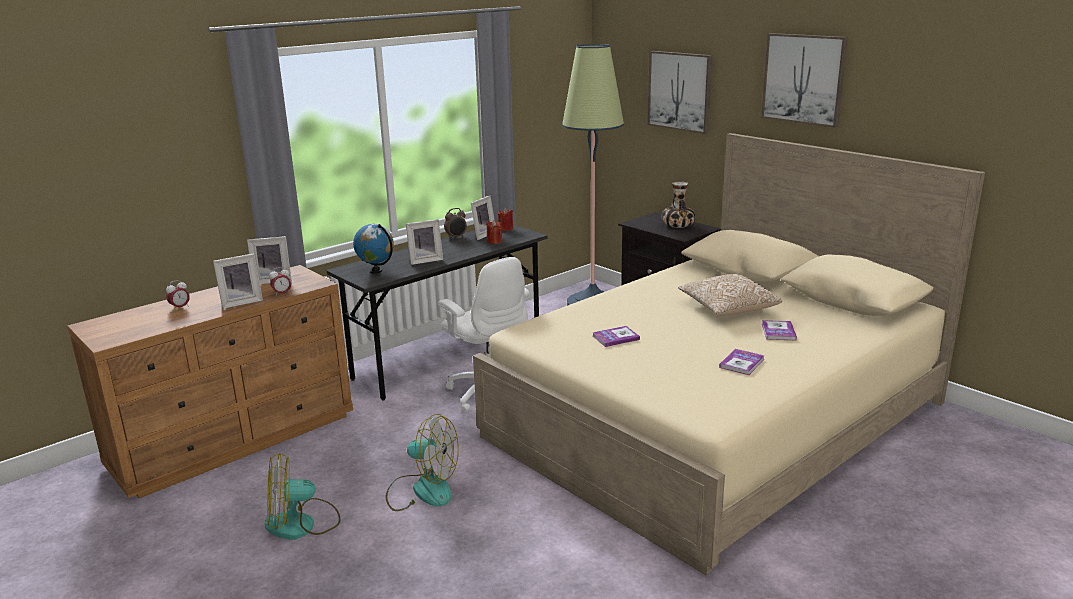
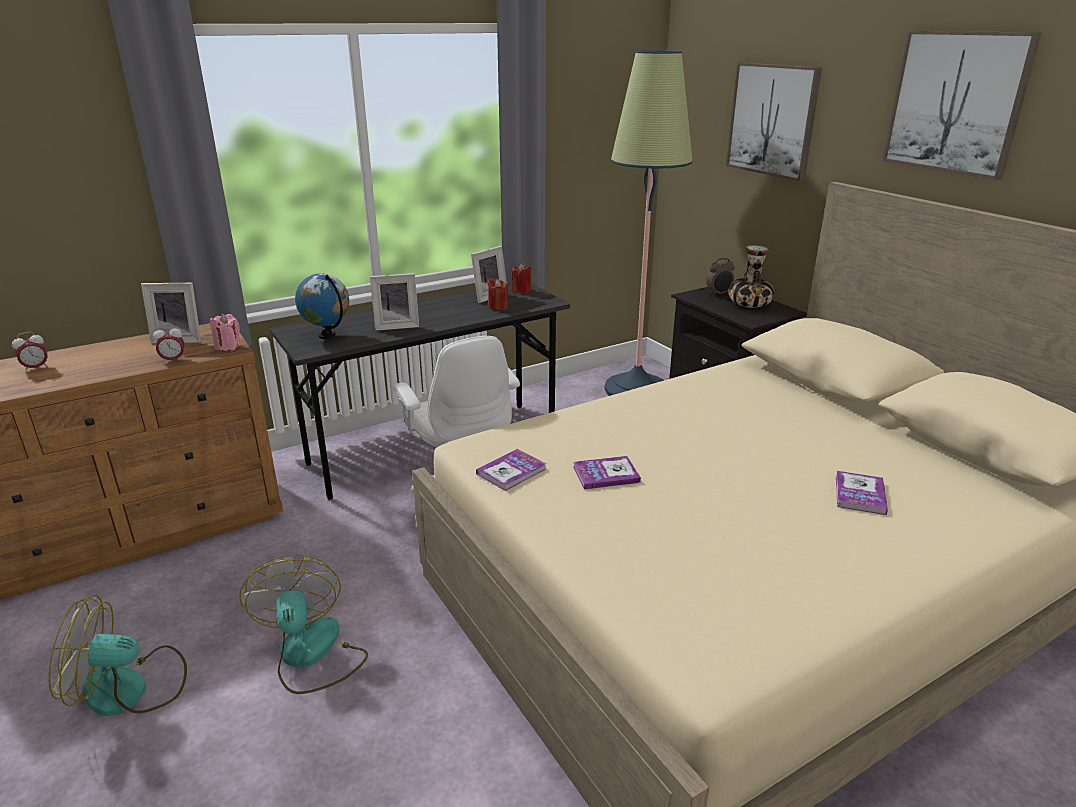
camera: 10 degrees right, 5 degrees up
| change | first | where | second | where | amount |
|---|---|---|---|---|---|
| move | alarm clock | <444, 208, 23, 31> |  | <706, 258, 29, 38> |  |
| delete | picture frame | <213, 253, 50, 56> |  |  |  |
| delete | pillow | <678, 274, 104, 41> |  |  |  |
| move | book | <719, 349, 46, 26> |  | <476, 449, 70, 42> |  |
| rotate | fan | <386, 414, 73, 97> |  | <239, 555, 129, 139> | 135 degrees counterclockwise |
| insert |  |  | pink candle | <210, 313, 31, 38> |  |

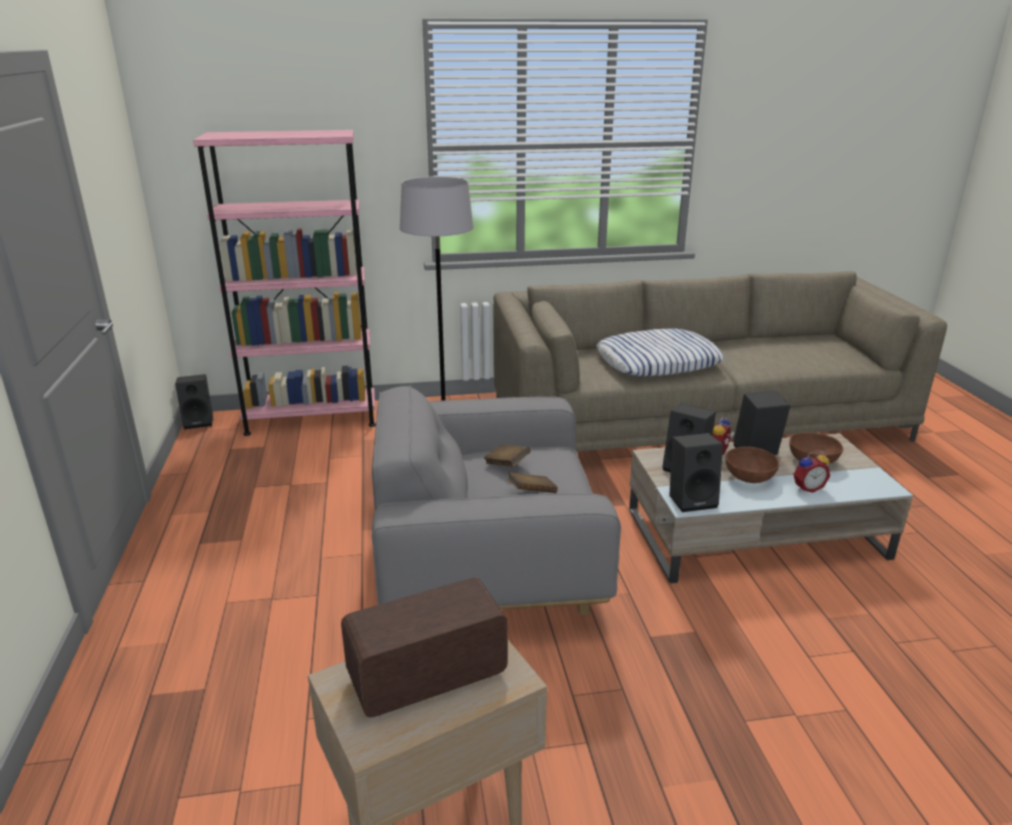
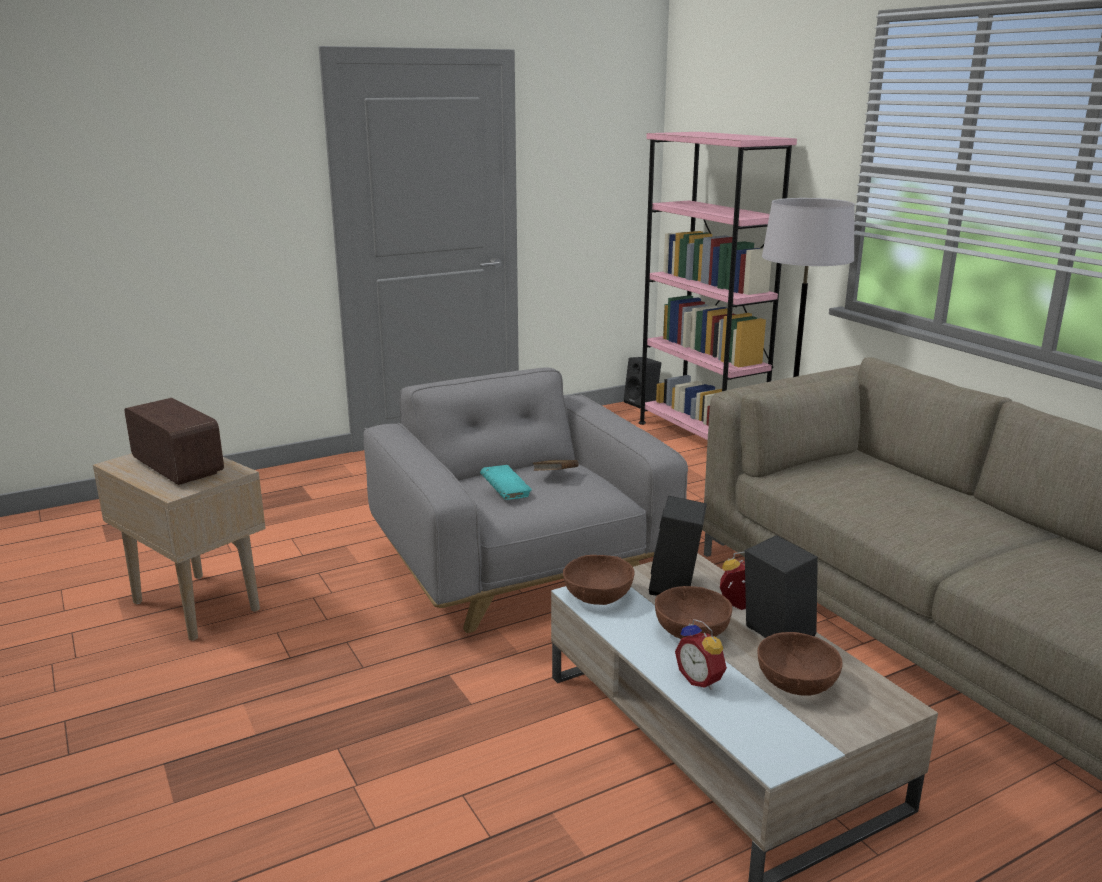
camera: 70 degrees right, 5 degrees down
| change | first | where | second | where | amount |
|---|---|---|---|---|---|
| delete | pillow | <597, 328, 127, 49> |  |  |  |
| replace | black speaker | <669, 433, 54, 79> | brown bowl | <563, 555, 72, 50> |  |
| recolor | brown book | <507, 472, 51, 21> | turquoise book | <480, 465, 52, 35> |  |

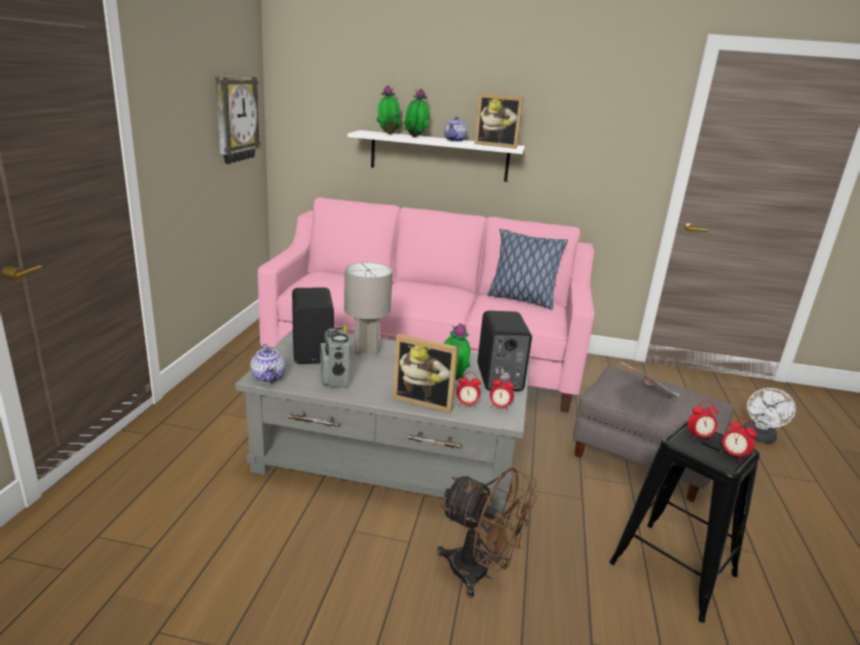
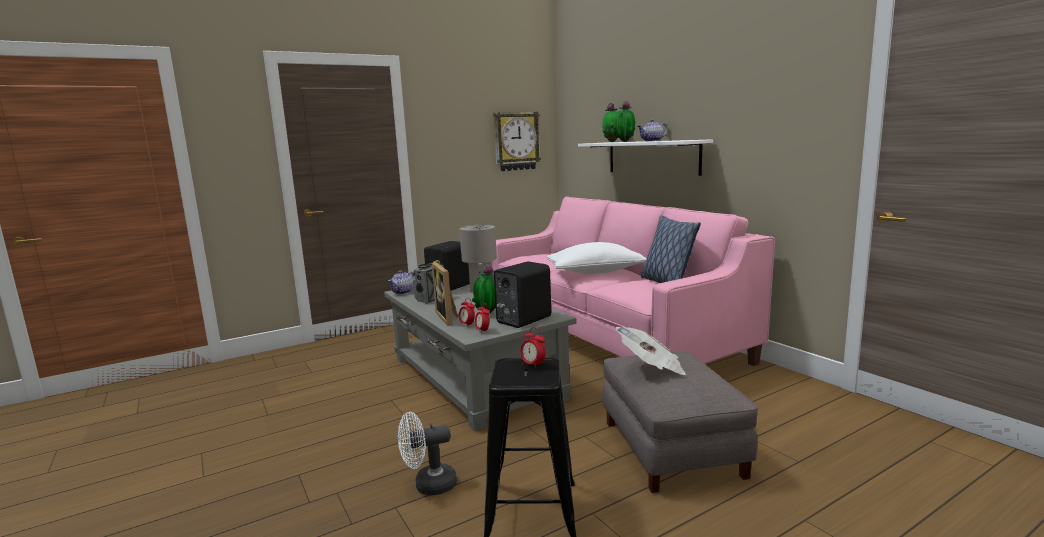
camera: 50 degrees right, 10 degrees down
| change | first | where | second | where | amount |
|---|---|---|---|---|---|
| delete | picture frame | <474, 93, 49, 56> |  |  |  |
| move | white fan | <743, 388, 53, 56> |  | <398, 412, 59, 84> |  |
| delete | alarm clock | <721, 418, 36, 44> |  |  |  |
| delete | brown fan | <437, 467, 100, 131> |  |  |  |
| insert |  |  | white pillow | <546, 242, 101, 32> |  |

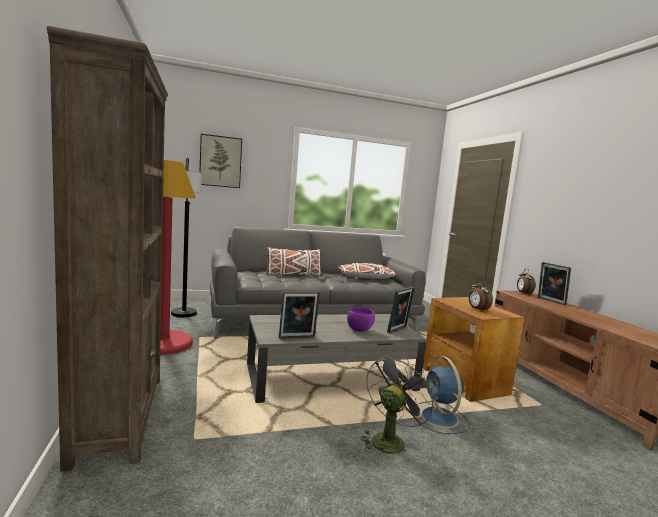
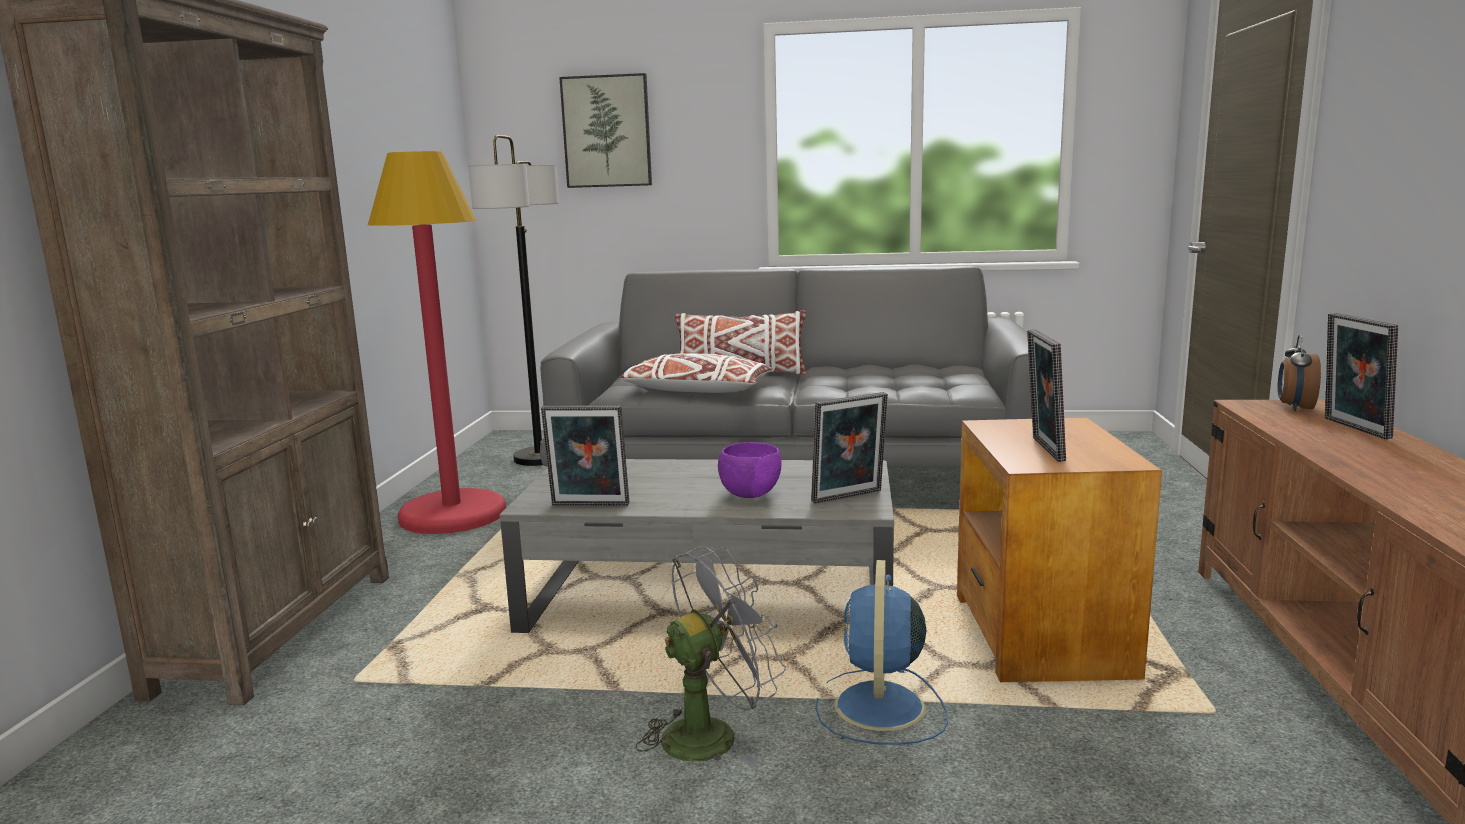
camera: 25 degrees right, 5 degrees up
| change | first | where | second | where | amount |
|---|---|---|---|---|---|
| move | white pillow | <337, 263, 60, 16> |  | <620, 353, 153, 40> |  |
| replace | alarm clock | <469, 279, 24, 33> | picture frame | <1027, 329, 39, 133> |  |

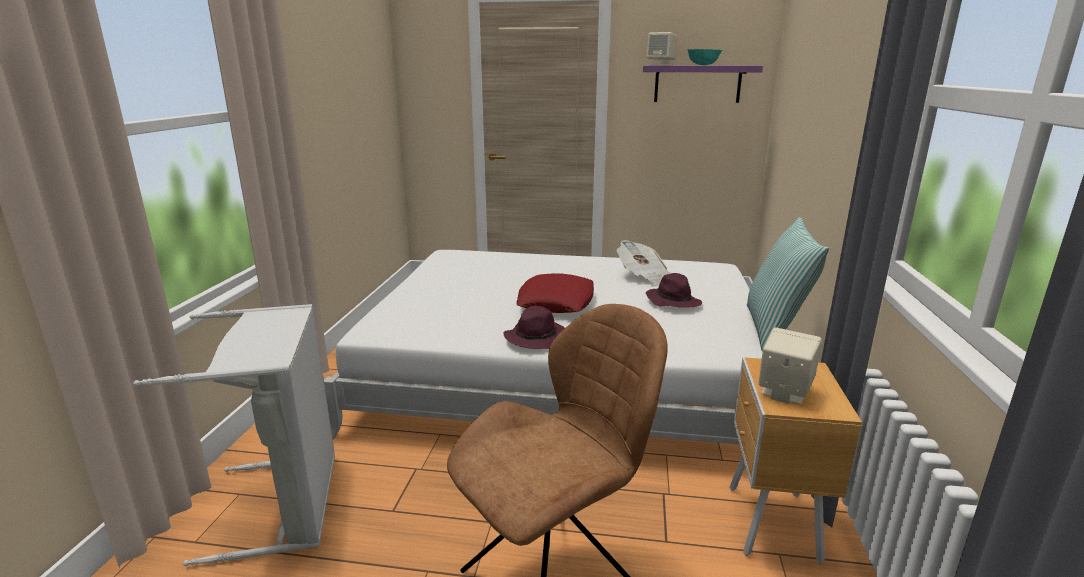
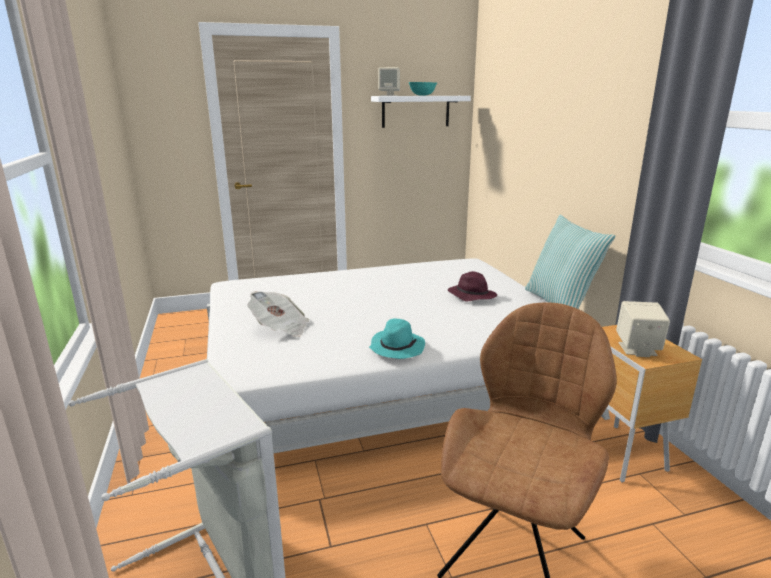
camera: 25 degrees left, 0 degrees up
| change | first | where | second | where | amount |
|---|---|---|---|---|---|
| recolor | purple shelf | <643, 66, 120, 37> | white shelf | <371, 96, 100, 32> |  |
| move | newspaper | <617, 240, 54, 45> |  | <247, 291, 62, 46> |  |
| delete | red pillow | <517, 273, 77, 40> |  |  |  |
| recolor | purple hat | <503, 306, 62, 43> | turquoise hat | <369, 318, 56, 41> |  |

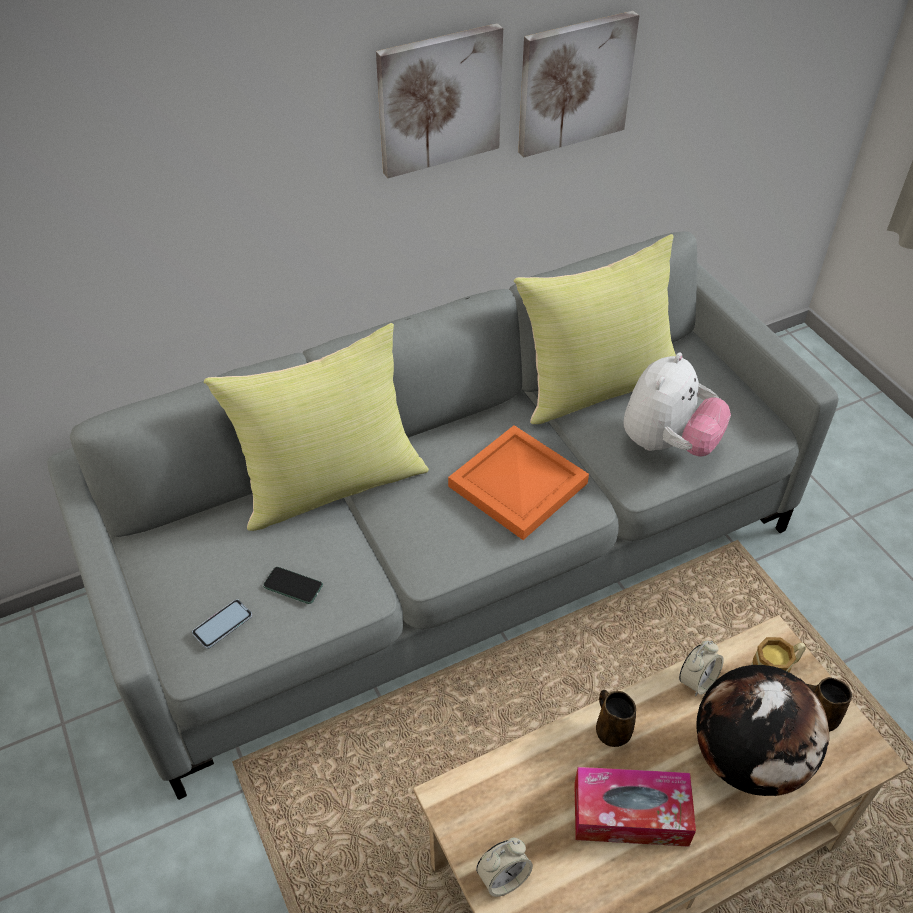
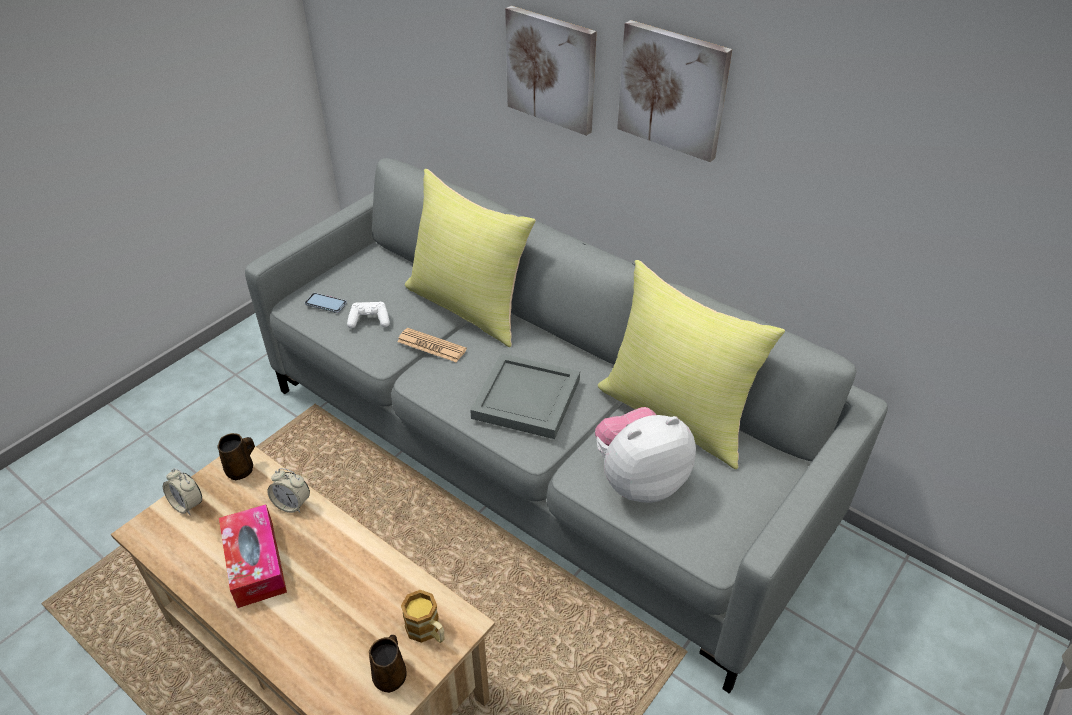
camera: 65 degrees right, 5 degrees down
| change | first | where | second | where | amount |
|---|---|---|---|---|---|
| move | picture | <518, 11, 121, 147> |  | <505, 6, 92, 130> |  |
| rotate | plush toy | <624, 352, 107, 104> |  | <595, 407, 101, 96> | 150 degrees clockwise |
| recolor | orange tray | <448, 425, 141, 115> | grey tray | <470, 354, 110, 85> |  |
| replace | phone | <263, 567, 60, 37> | white game controller | <347, 302, 43, 26> |  |
| move | alarm clock | <679, 641, 45, 55> |  | <267, 468, 43, 45> |  |
| delete | globe | <696, 665, 133, 131> |  |  |  |
| move | brown mug | <596, 690, 40, 57> |  | <218, 433, 37, 47> |  |
| insert |  |  | newspaper | <397, 328, 70, 34> |  |

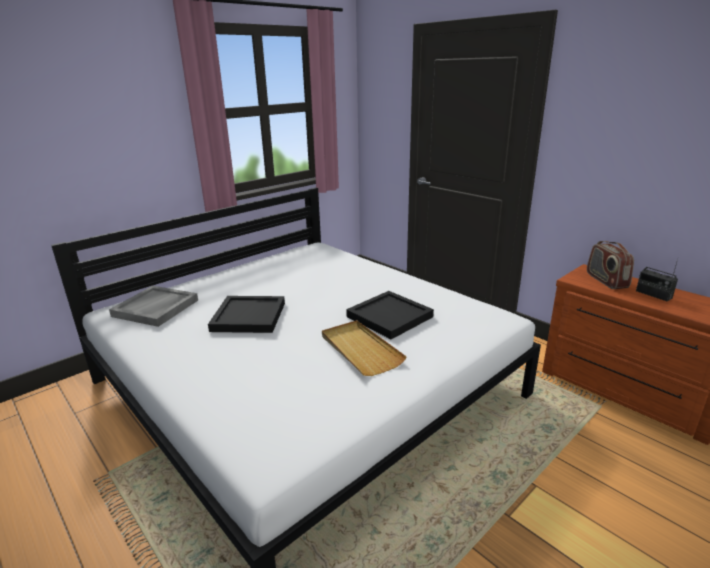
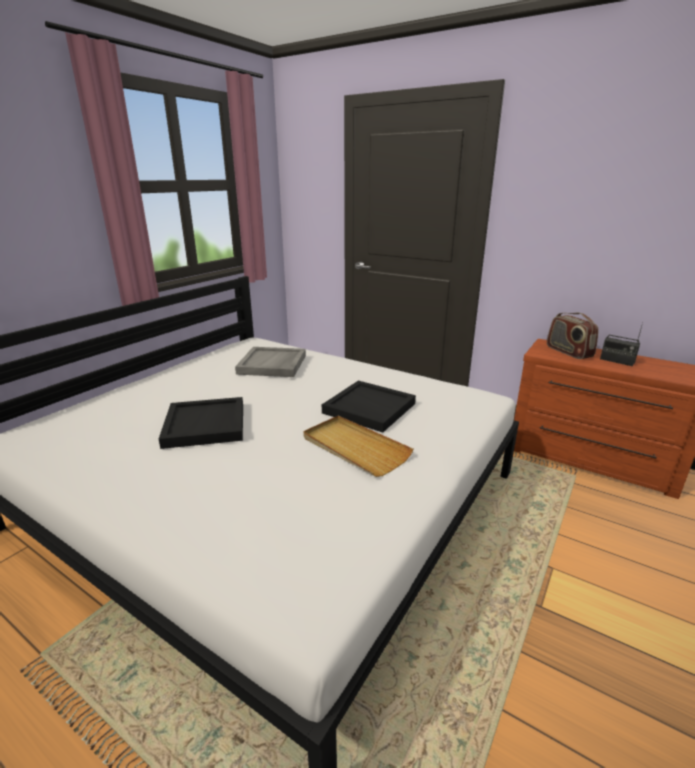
camera: 15 degrees left, 0 degrees up
| change | first | where | second | where | amount |
|---|---|---|---|---|---|
| move | grey tray | <109, 286, 89, 41> |  | <235, 347, 71, 30> |  |

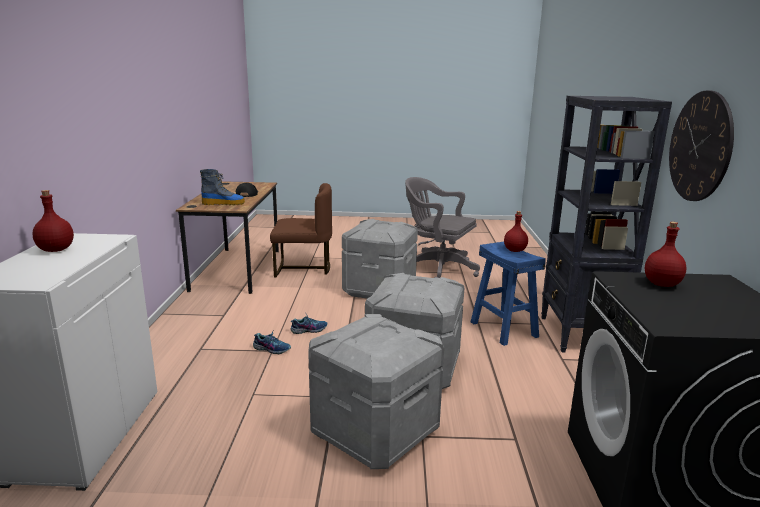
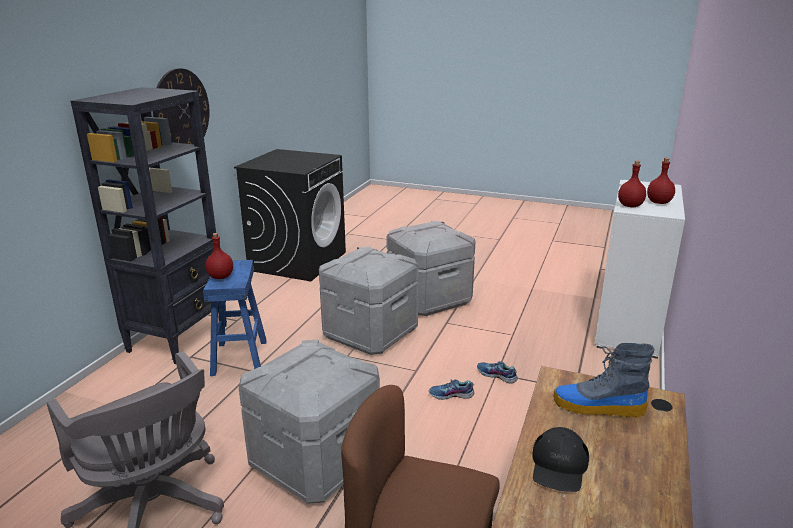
camera: 160 degrees left, 5 degrees up
| change | first | where | second | where | amount |
|---|---|---|---|---|---|
| move | red bottle | <645, 222, 42, 65> |  | <618, 161, 28, 46> |  |

